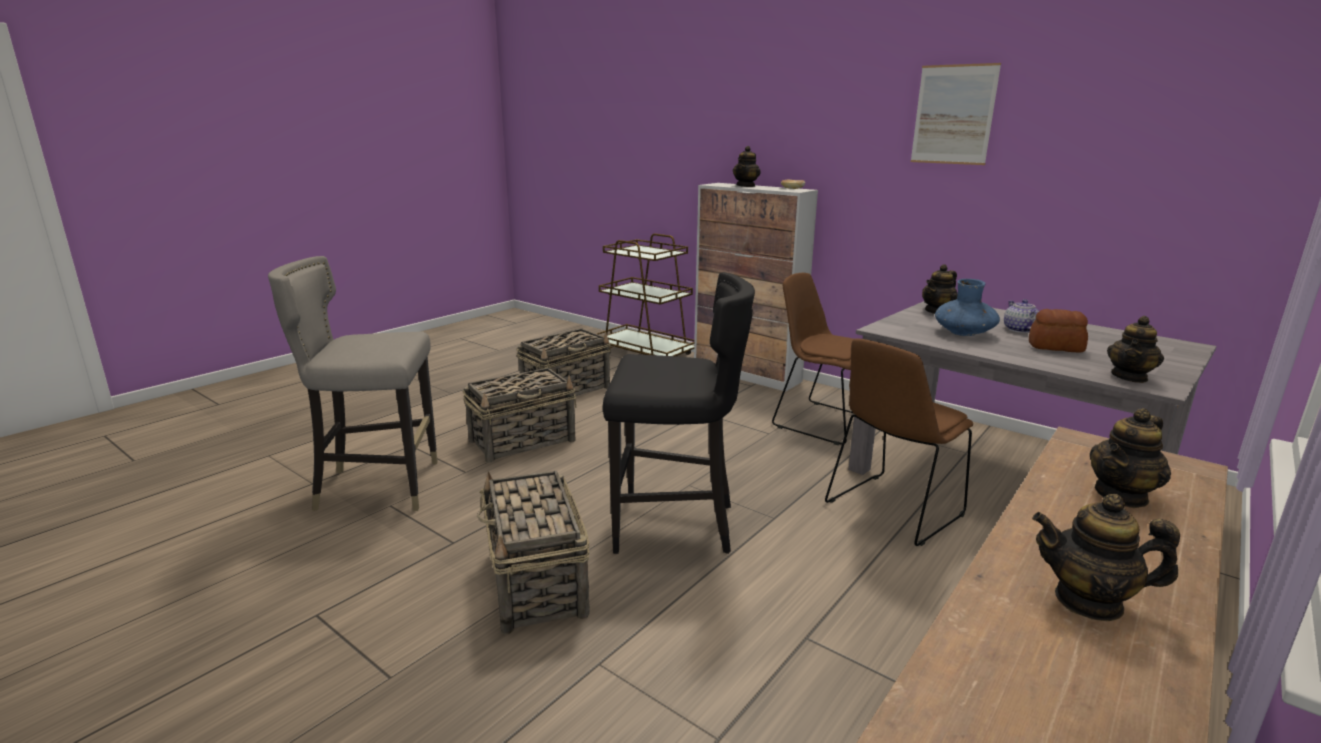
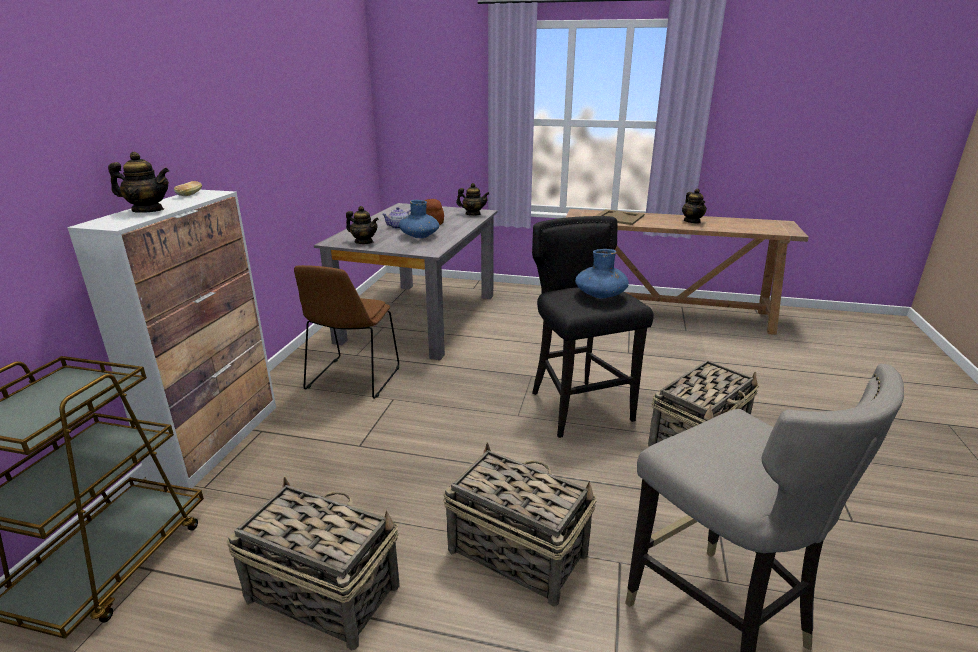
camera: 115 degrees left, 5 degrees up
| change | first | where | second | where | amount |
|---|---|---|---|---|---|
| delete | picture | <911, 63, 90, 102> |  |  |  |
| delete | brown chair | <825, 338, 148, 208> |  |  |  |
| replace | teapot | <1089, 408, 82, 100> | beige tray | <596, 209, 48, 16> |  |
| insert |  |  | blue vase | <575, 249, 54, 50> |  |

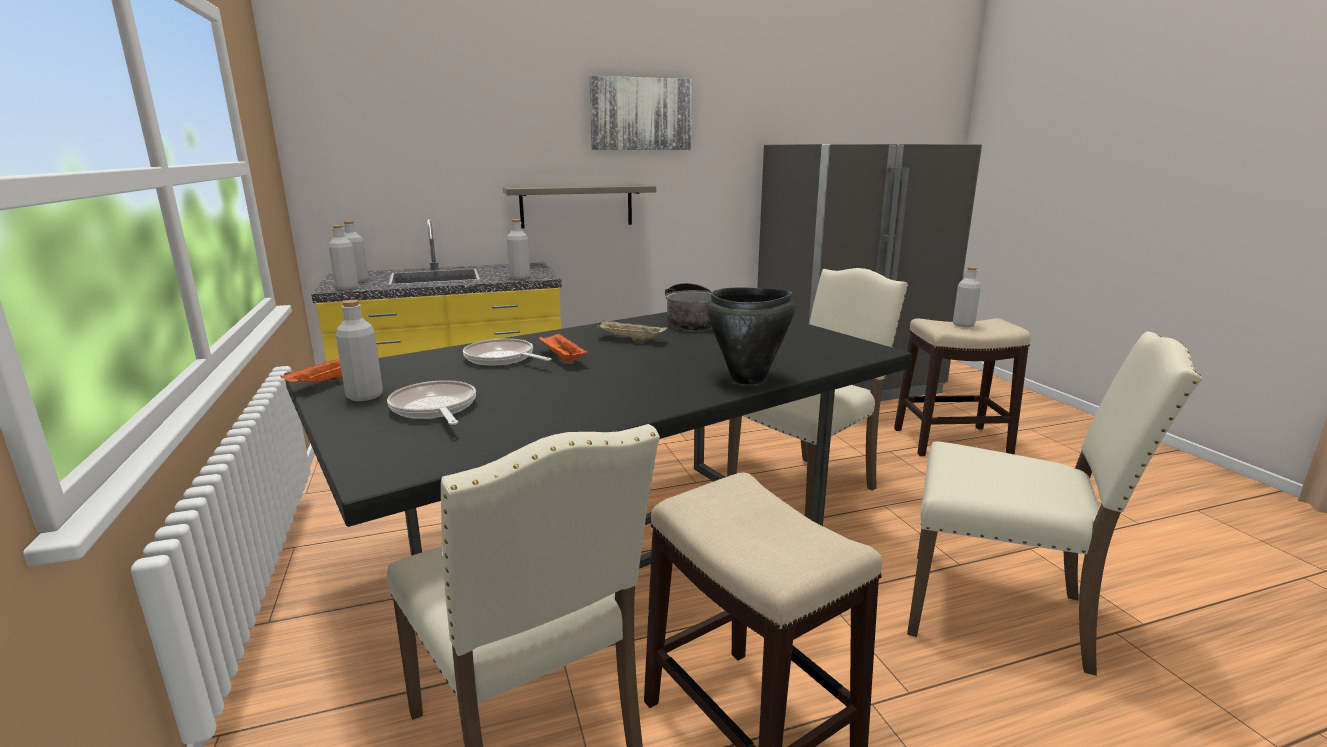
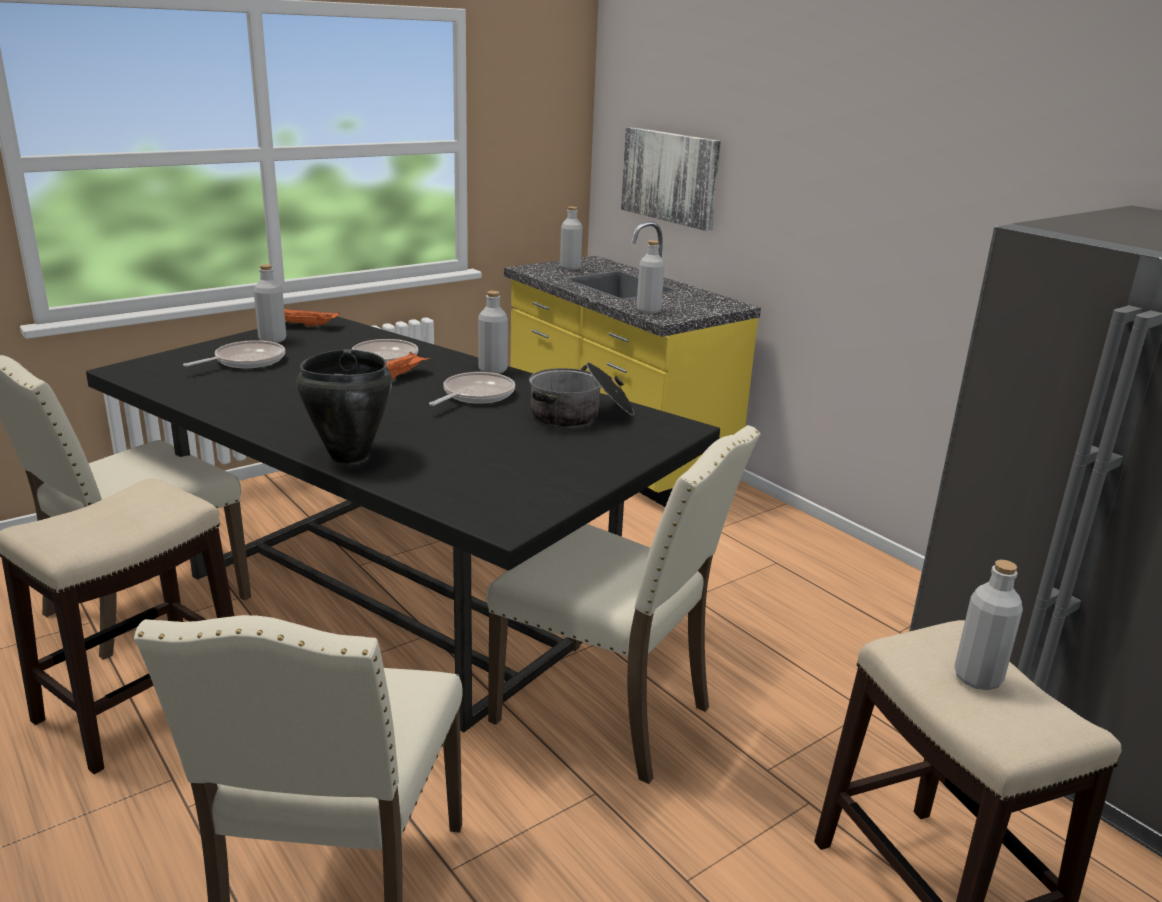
camera: 70 degrees right, 5 degrees up
| change | first | where | second | where | amount |
|---|---|---|---|---|---|
| move | picture | <589, 76, 103, 74> |  | <621, 127, 100, 104> |  |
| delete | shelf | <503, 184, 153, 45> |  |  |  |
| move | grey bottle | <329, 225, 30, 65> |  | <478, 291, 30, 83> |  |
| replace | beige tray | <597, 321, 71, 21> | frying pan | <429, 372, 86, 34> |  |

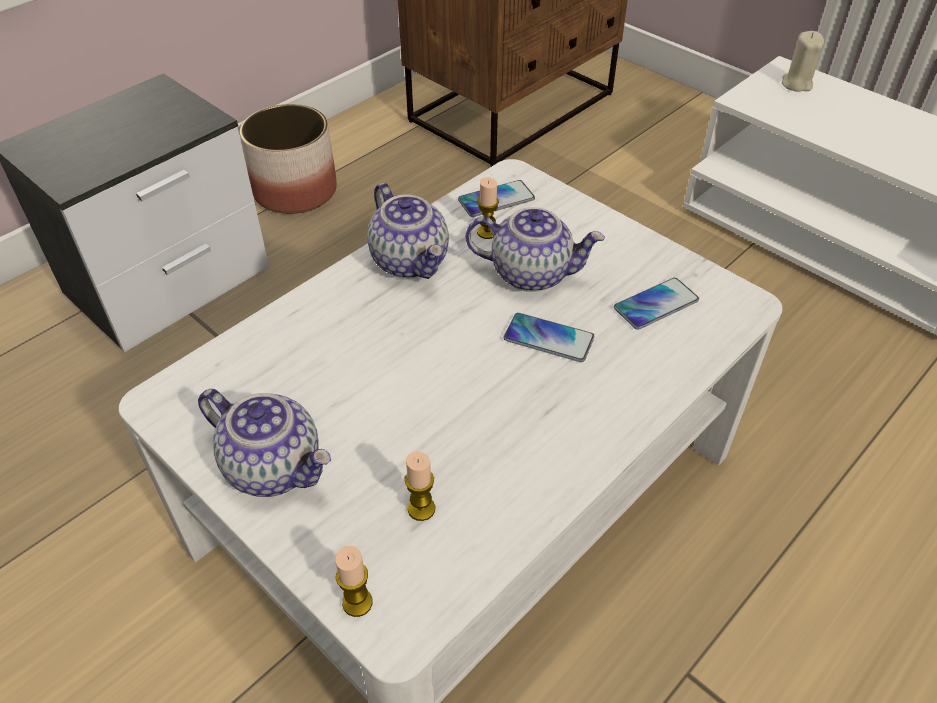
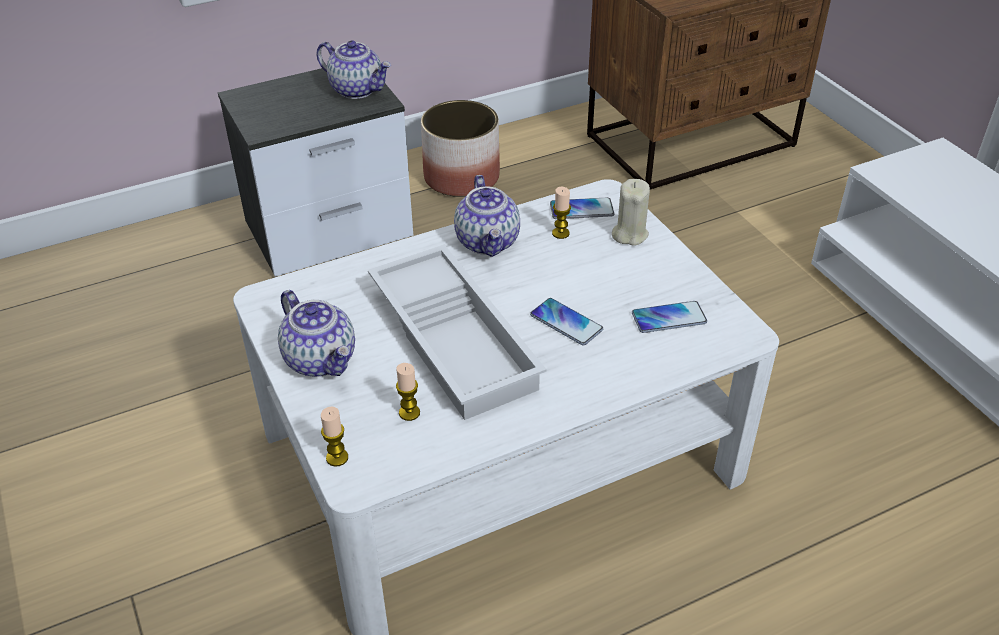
camera: 20 degrees right, 5 degrees down
| change | first | where | second | where | amount |
|---|---|---|---|---|---|
| move | beige candle | <782, 31, 42, 61> |  | <612, 179, 38, 67> |  |
| move | teapot | <466, 207, 139, 85> |  | <317, 40, 74, 59> |  |
| insert |  |  | white tray | <368, 245, 179, 175> |  |

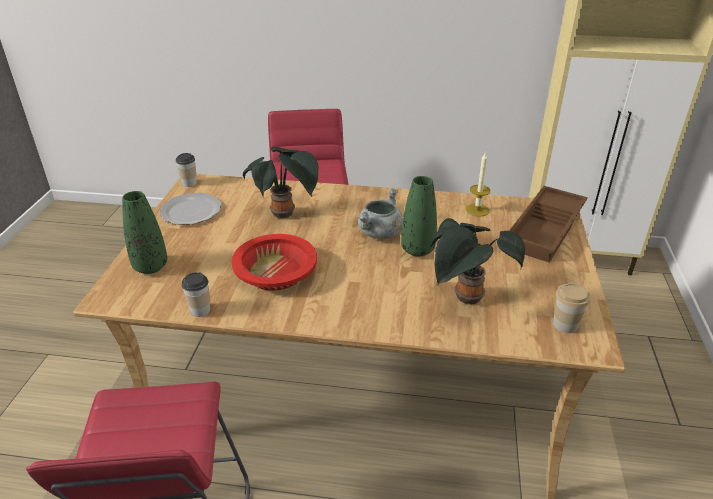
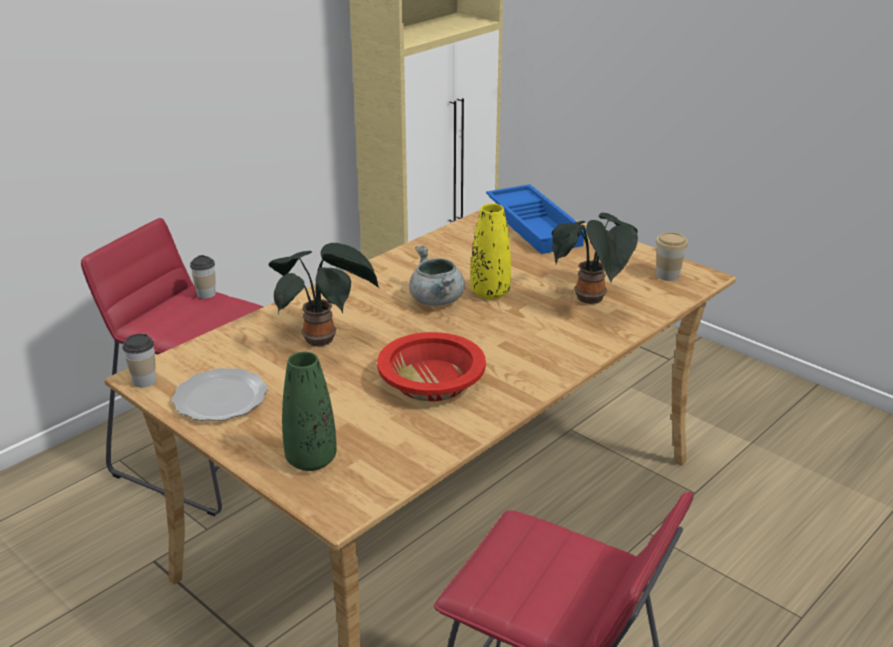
camera: 55 degrees left, 5 degrees down
| change | first | where | second | where | amount |
|---|---|---|---|---|---|
| delete | candle | <466, 153, 25, 64> |  |  |  |
| recolor | green vase | <401, 176, 36, 80> | yellow vase | <470, 204, 41, 96> |  |
| recolor | brown tray | <509, 186, 79, 76> | blue tray | <486, 184, 101, 70> |  |
| move | cup | <182, 272, 28, 45> |  | <190, 255, 26, 44> |  |

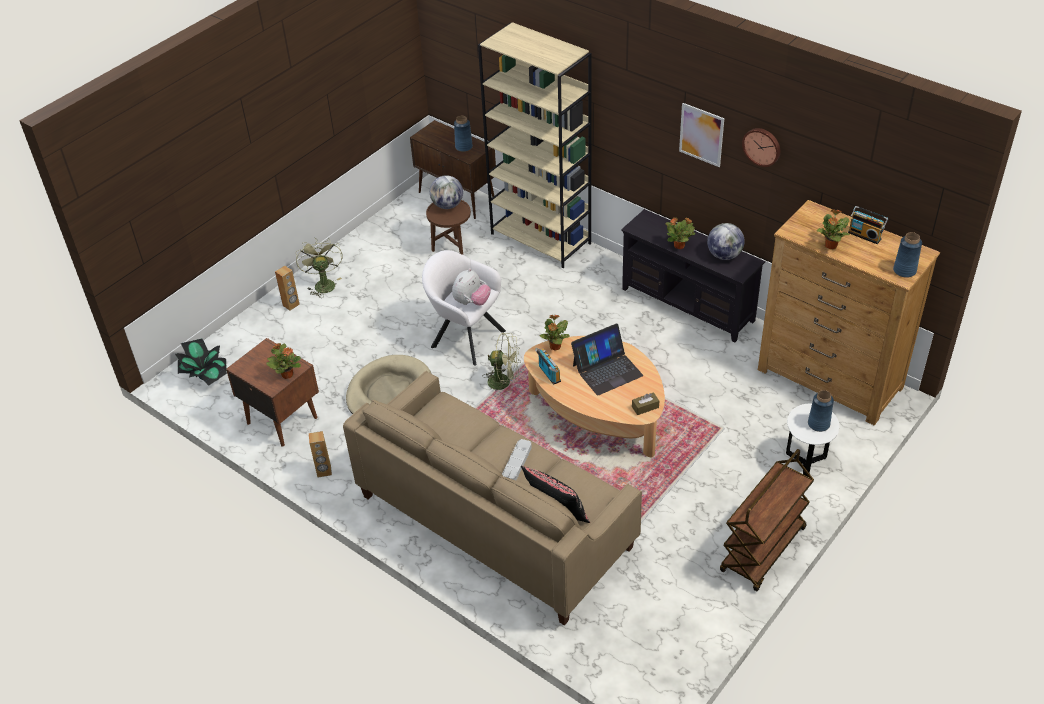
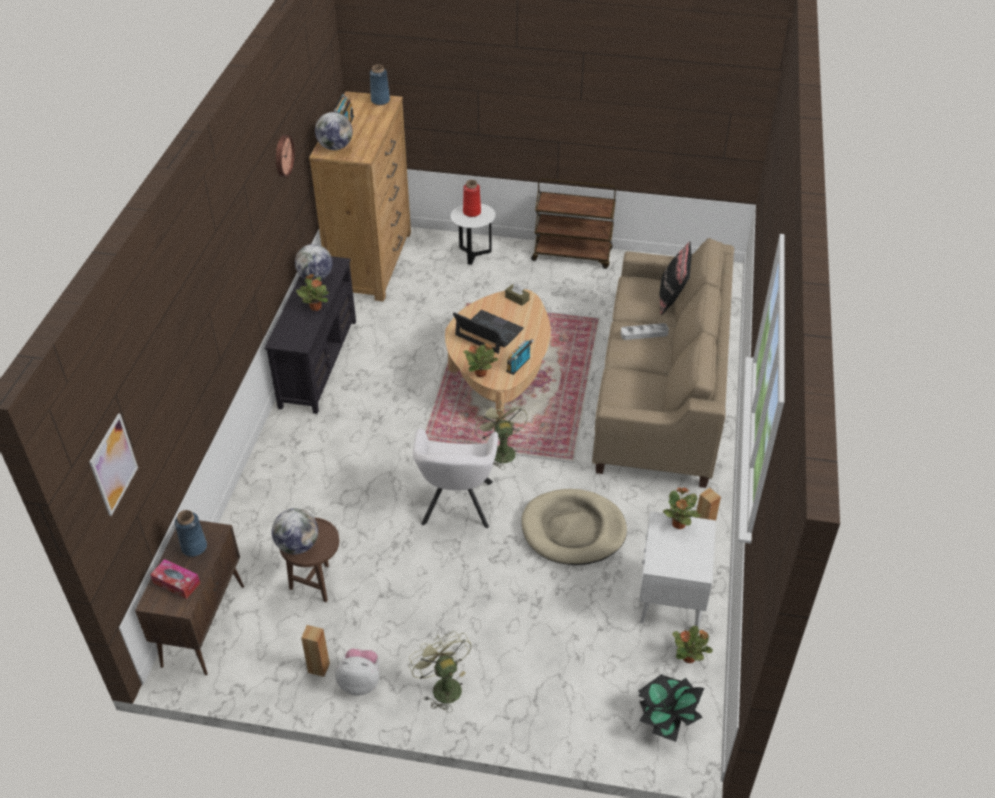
camera: 120 degrees left, 0 degrees up
| change | first | where | second | where | amount |
|---|---|---|---|---|---|
| delete | beige bookcase | <478, 22, 114, 246> |  |  |  |
| move | picture | <679, 103, 45, 64> |  | <89, 413, 49, 103> |  |
| move | potted plant | <816, 209, 34, 40> |  | <672, 626, 41, 37> |  |
| rotate | green fan | <296, 238, 47, 60> |  | <409, 632, 63, 81> | 105 degrees clockwise |
| move | brown speaker | <275, 266, 25, 45> |  | <301, 625, 29, 52> |  |
| move | plush toy | <452, 268, 39, 38> |  | <335, 649, 44, 47> |  |
| recolor | brown nightstand | <226, 338, 93, 109> | white nightstand | <639, 511, 77, 118> |  |
| recolor | blue vase | <808, 390, 26, 42> | red vase | <463, 180, 18, 37> |  |
| insert |  |  | globe | <315, 112, 38, 38> |  |
| insert |  |  | tissue box | <150, 559, 50, 40> |  |

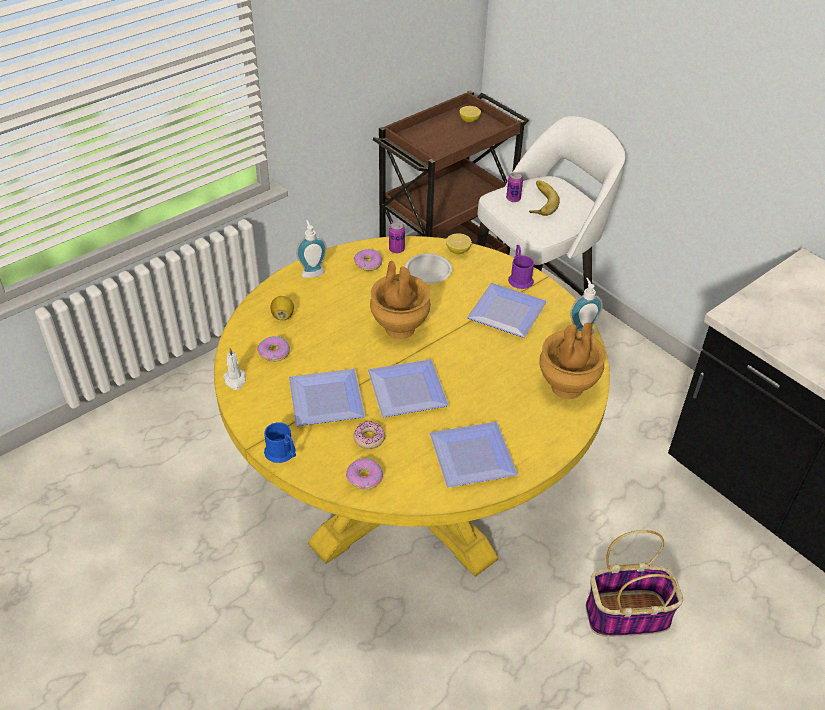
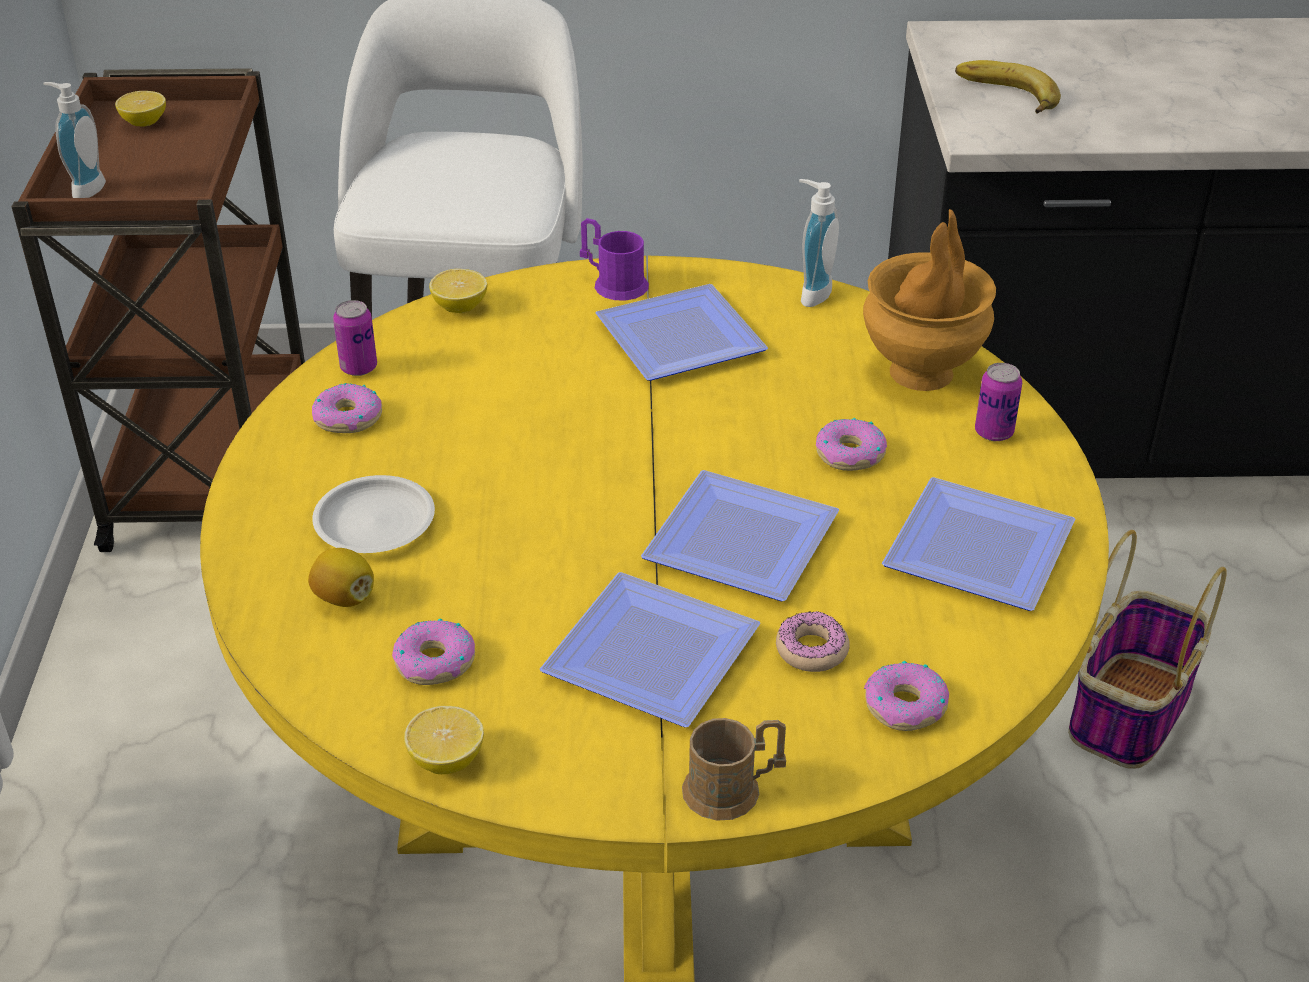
camera: 50 degrees left, 5 degrees down
| change | first | where | second | where | amount |
|---|---|---|---|---|---|
| move | can | <506, 172, 17, 30> |  | <975, 363, 47, 78> |  |
| move | banana | <529, 180, 31, 36> |  | <955, 60, 106, 54> |  |
| move | soap dispenser | <296, 220, 31, 58> |  | <43, 82, 63, 116> |  |
| move | white plate | <405, 253, 47, 30> |  | <312, 475, 123, 78> |  |
| delete | brown vase | <370, 261, 61, 78> |  |  |  |
| replace | white candle | <223, 348, 23, 42> | lemon | <404, 706, 80, 68> |  |
| recolor | blue mug | <264, 422, 32, 41> | brown mug | <682, 718, 104, 103> |  |
| insert |  |  | donut | <816, 418, 71, 53> |  |

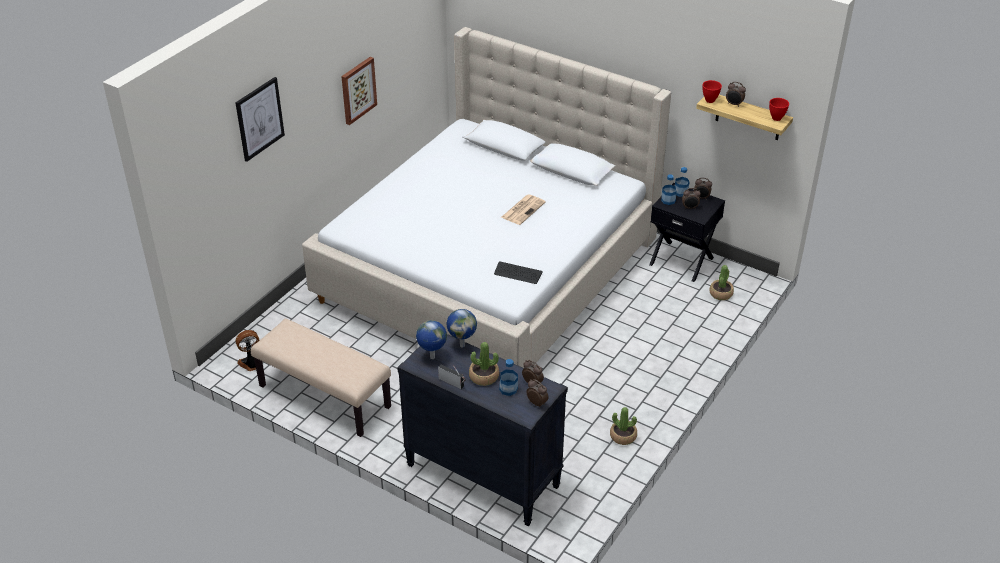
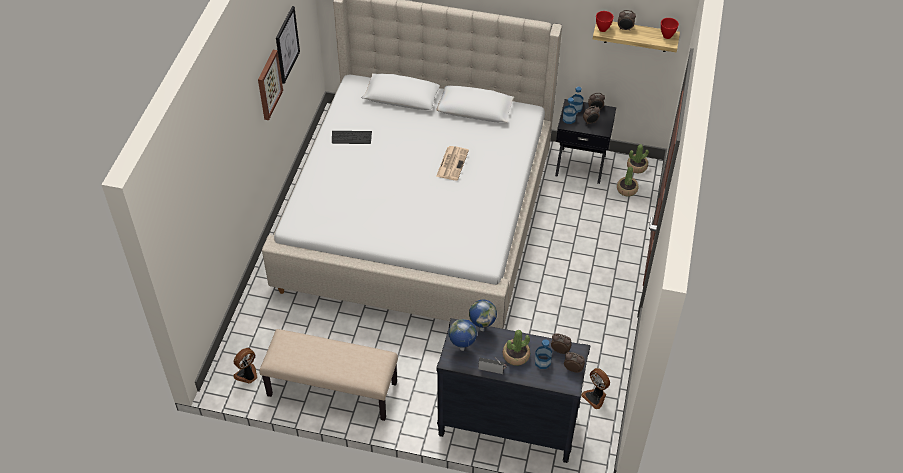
camera: 20 degrees left, 10 degrees up
| change | first | where | second | where | amount |
|---|---|---|---|---|---|
| move | picture | <235, 77, 50, 85> |  | <276, 6, 24, 78> |  |
| move | keyboard | <494, 261, 49, 23> |  | <332, 131, 40, 13> |  |
| move | potted plant | <610, 407, 27, 38> |  | <627, 144, 22, 29> |  |
| insert |  |  | fan | <581, 368, 29, 41> |  |

